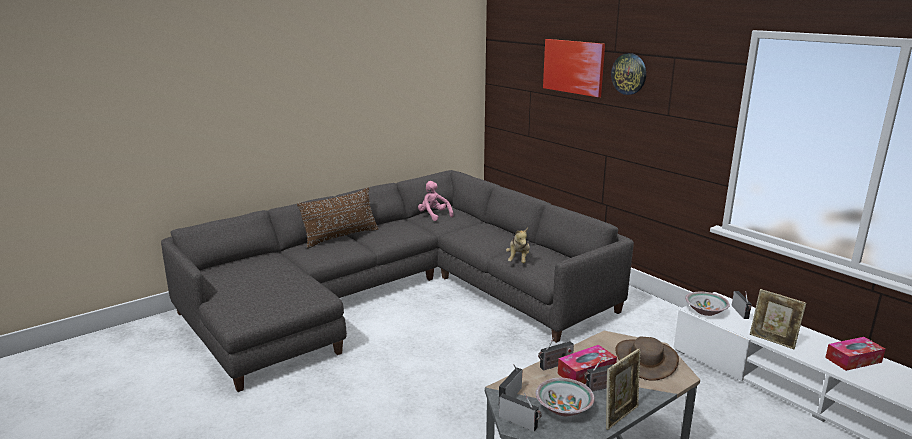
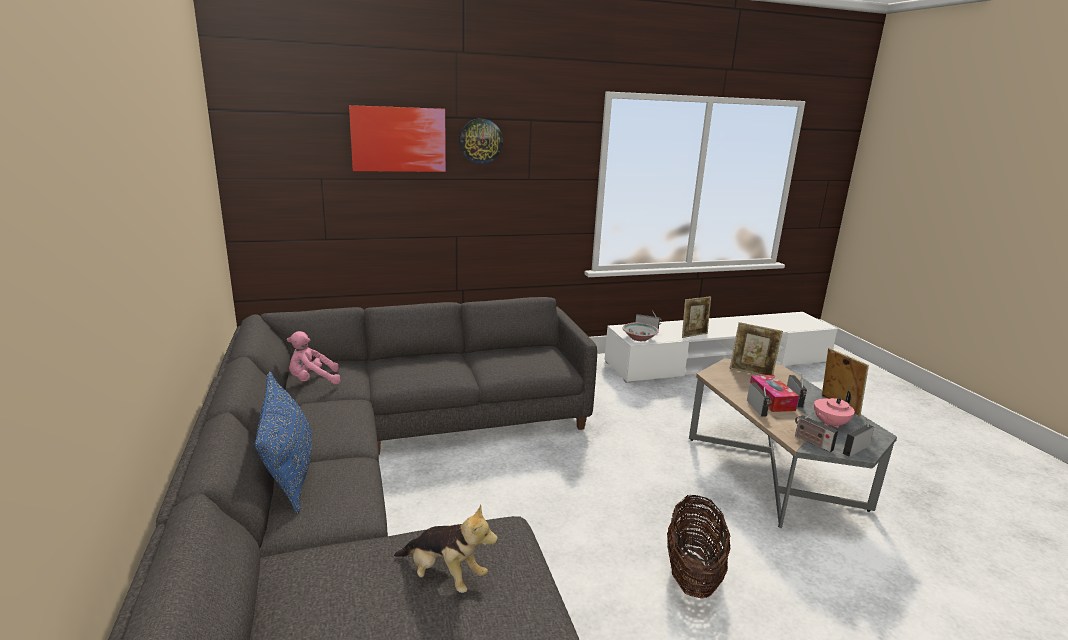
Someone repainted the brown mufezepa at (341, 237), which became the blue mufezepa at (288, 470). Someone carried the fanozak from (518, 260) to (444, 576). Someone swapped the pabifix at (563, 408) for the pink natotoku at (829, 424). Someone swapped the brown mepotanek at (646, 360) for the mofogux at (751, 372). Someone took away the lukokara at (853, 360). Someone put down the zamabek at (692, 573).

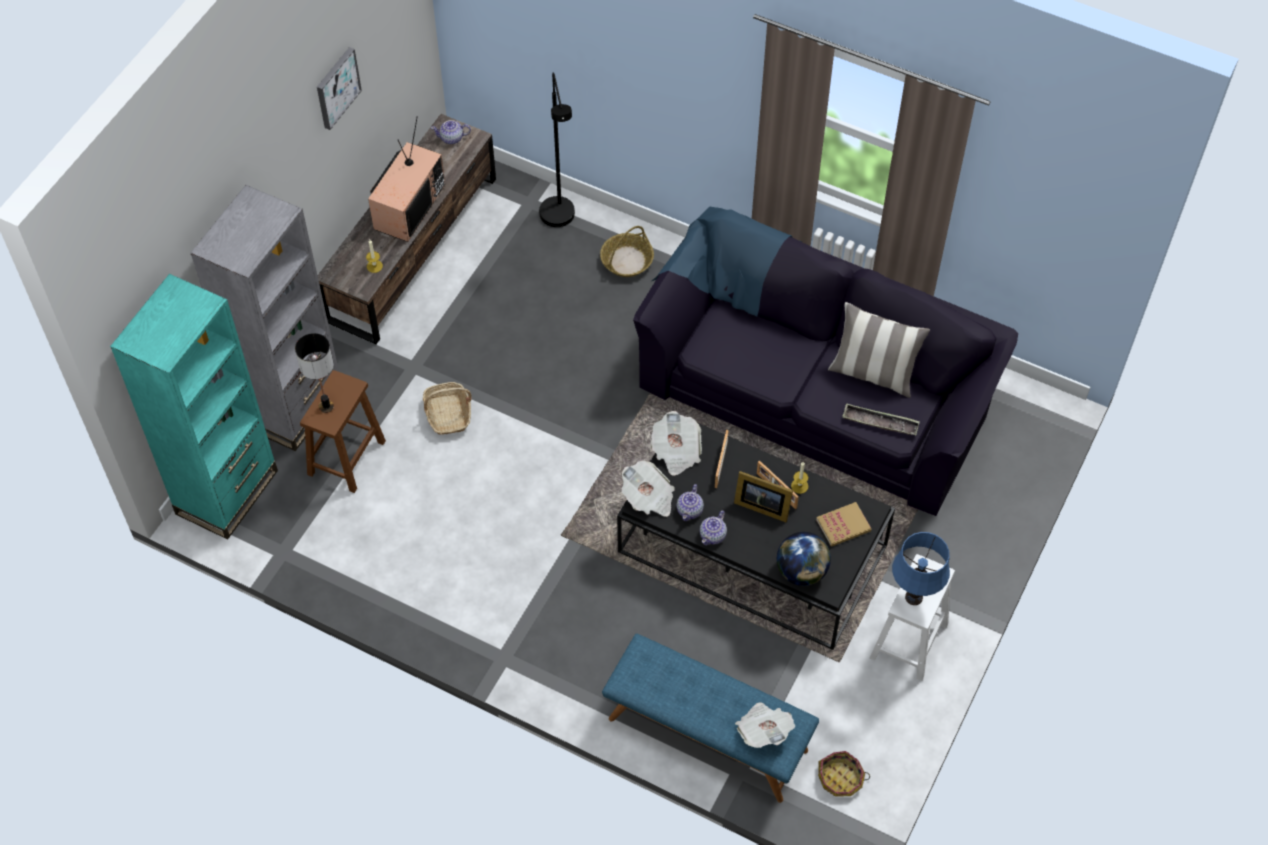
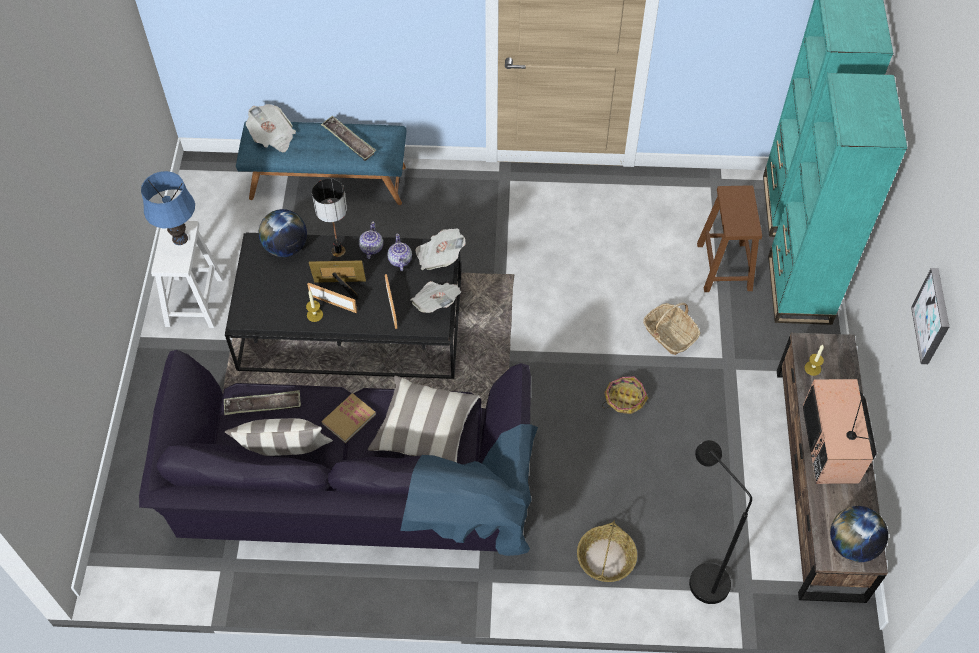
Someone repainted the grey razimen at (294, 406), which became the turquoise razimen at (799, 289). Someone carried the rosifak from (326, 407) to (338, 251). Someone swapped the natotoku at (452, 138) for the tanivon at (852, 545). Someone carried the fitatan from (843, 525) to (349, 419). Someone carried the zamabek from (840, 778) to (624, 399). Someone put down the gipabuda at (348, 141). Someone put down the mufezepa at (425, 430).

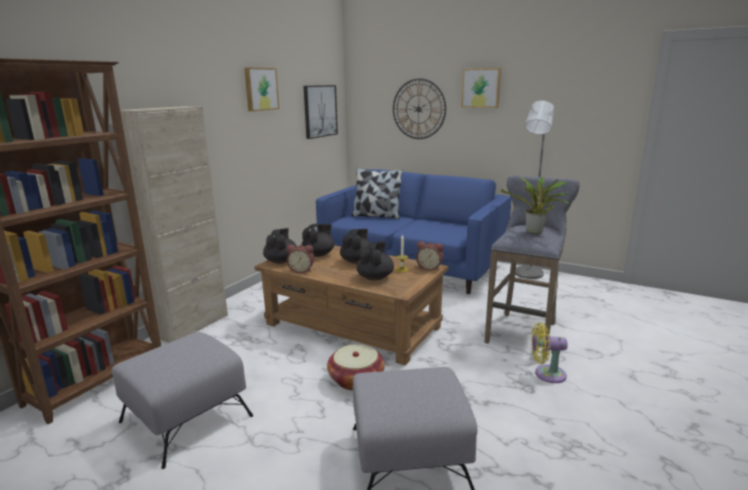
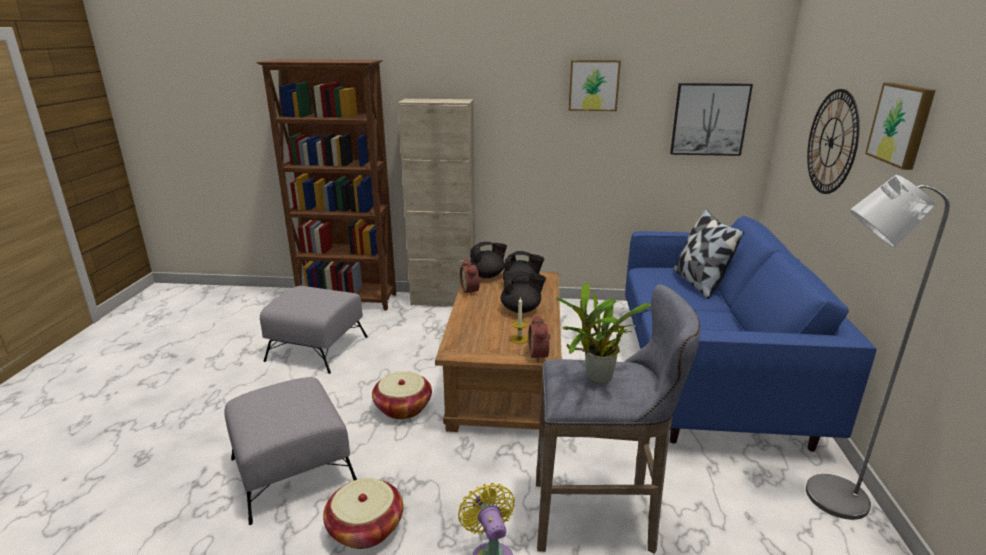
Someone took away the black natotoku at (375, 277). Someone put down the zamabek at (365, 528).

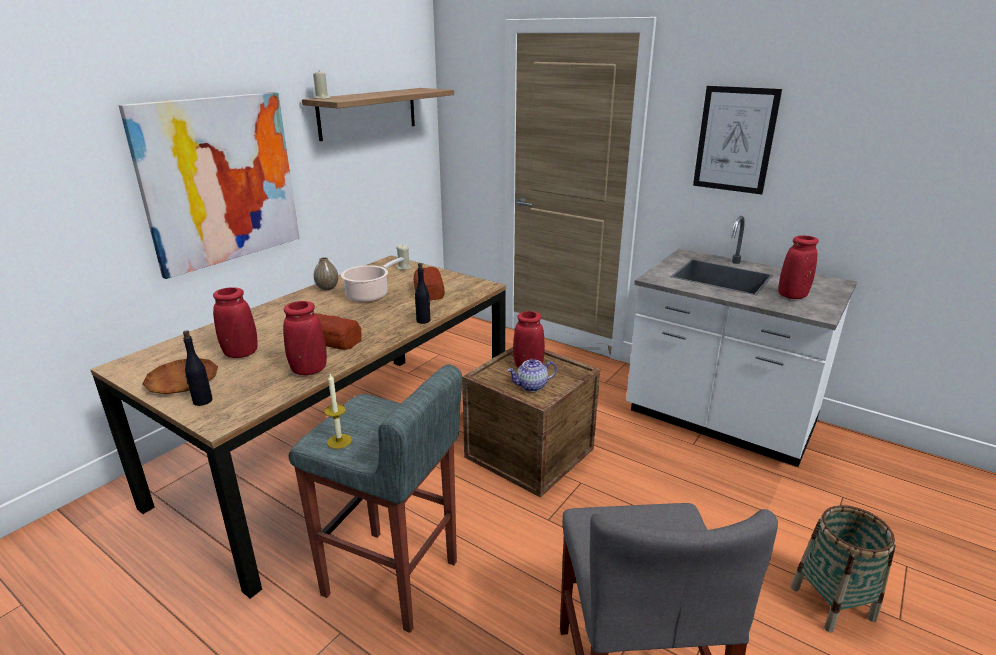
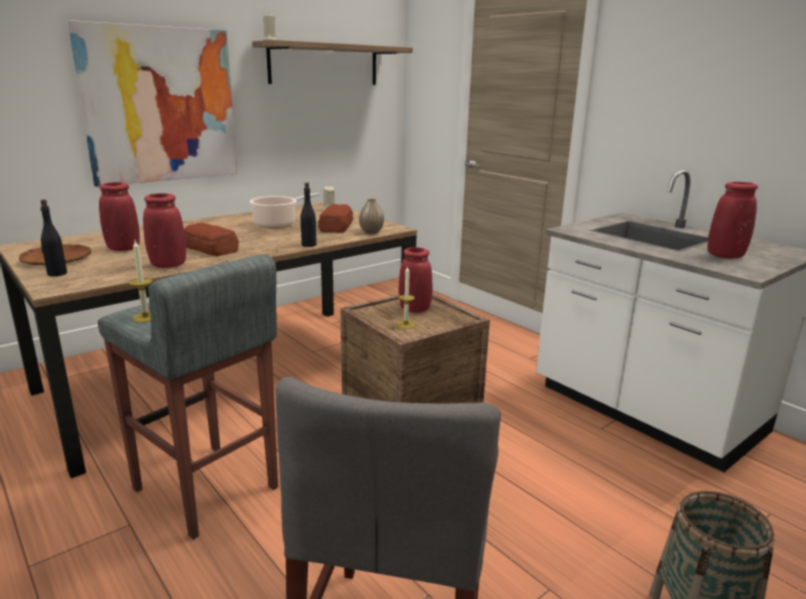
Someone carried the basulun from (327, 288) to (371, 232). Someone swapped the natotoku at (531, 386) for the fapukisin at (406, 324). Someone took away the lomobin at (735, 140).

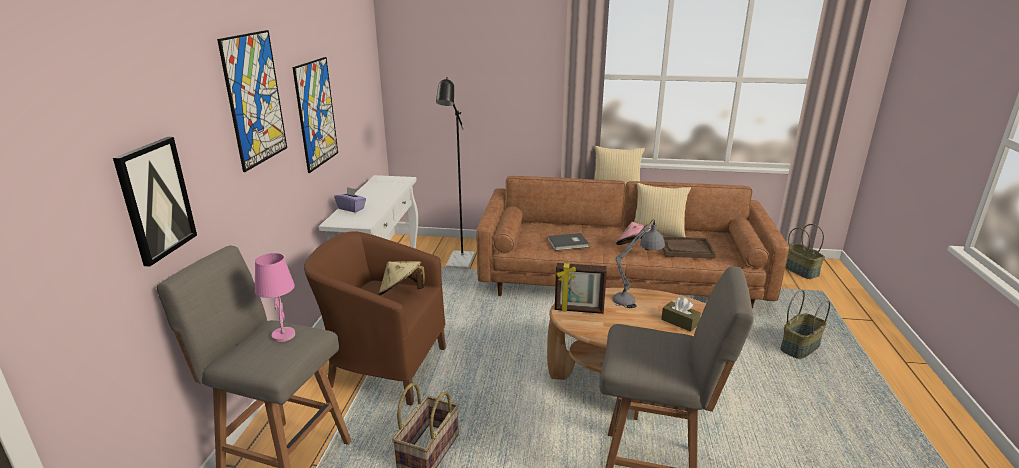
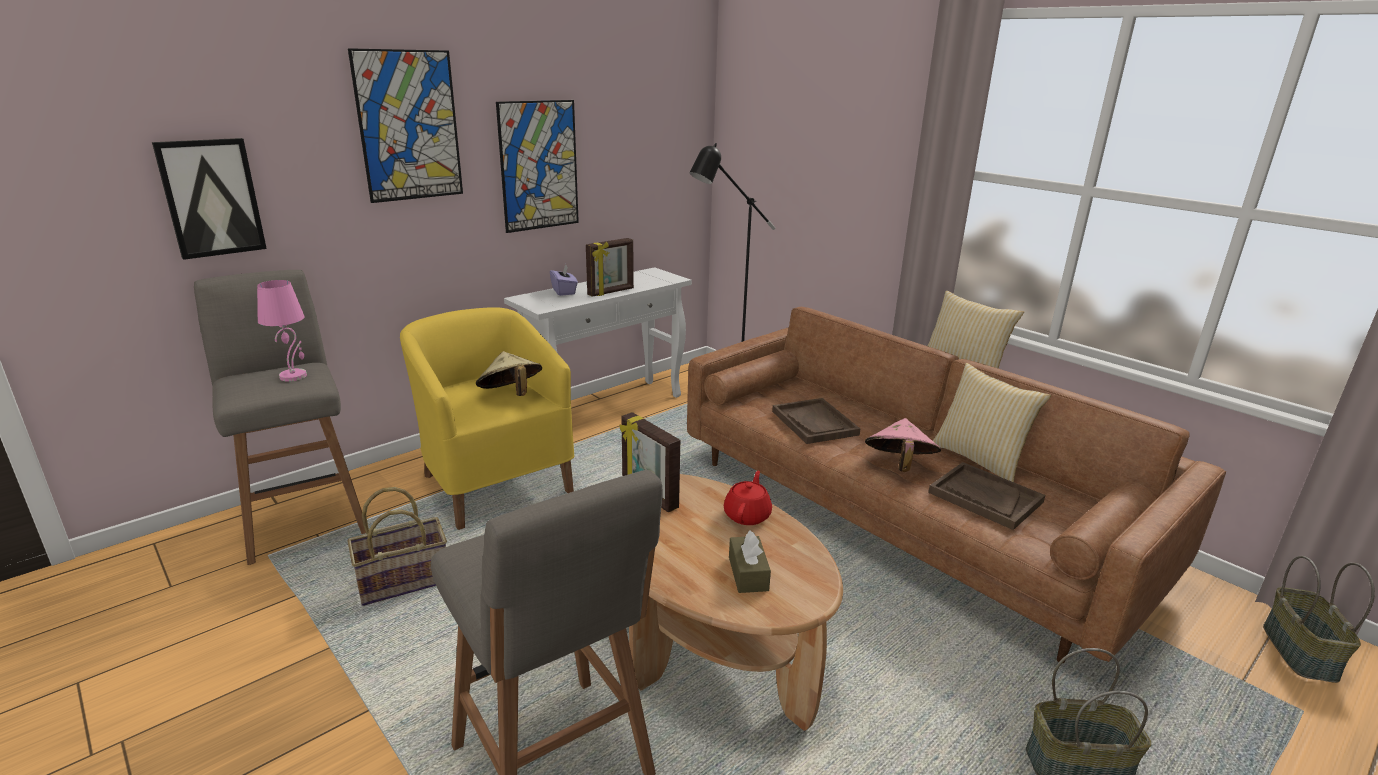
Someone repainted the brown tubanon at (384, 367), which became the yellow tubanon at (494, 482). Someone swapped the grey fitatan at (569, 243) for the brown gipabuda at (814, 423). Someone swapped the grey rosifak at (635, 298) for the red natotoku at (747, 515). Someone put down the mofogux at (611, 292).

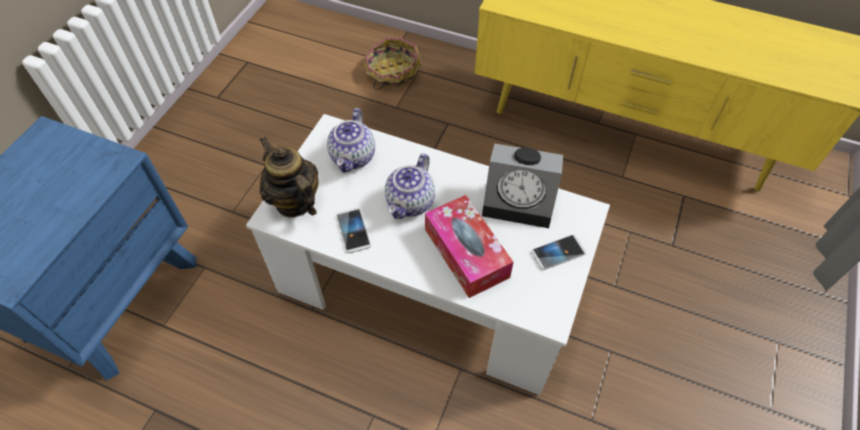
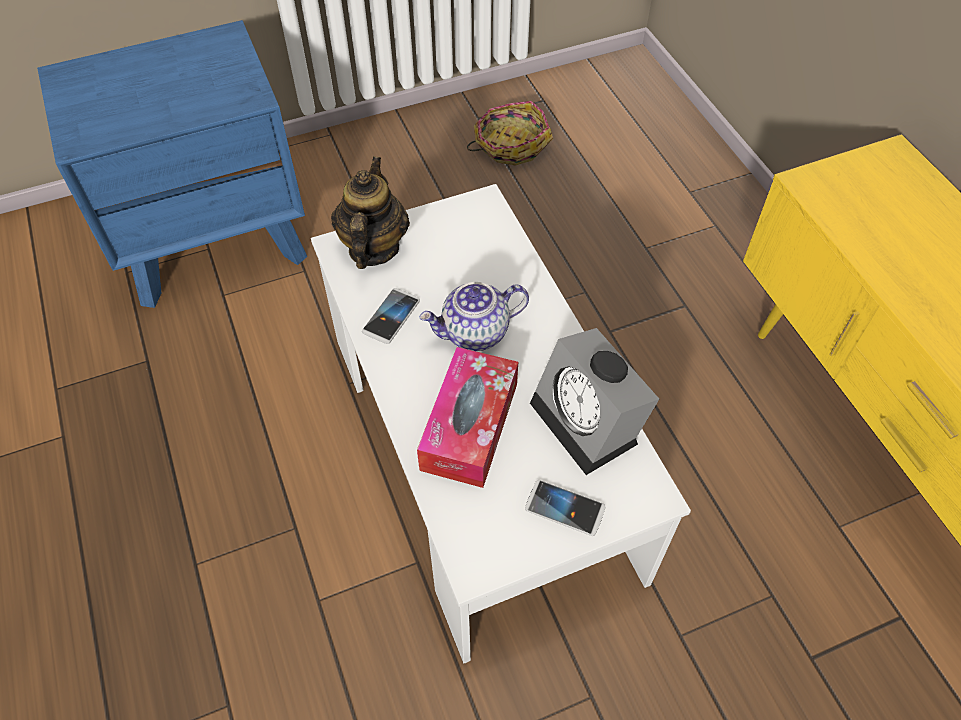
Someone took away the natotoku at (353, 157). Someone carried the zamabek from (392, 72) to (510, 145).

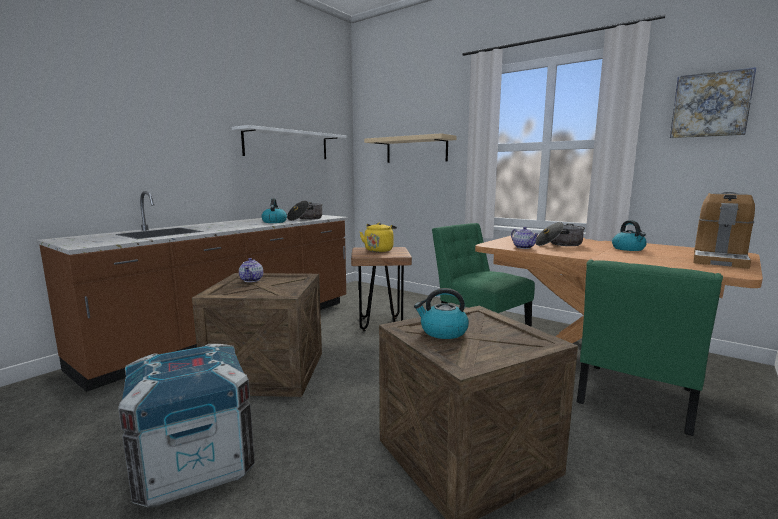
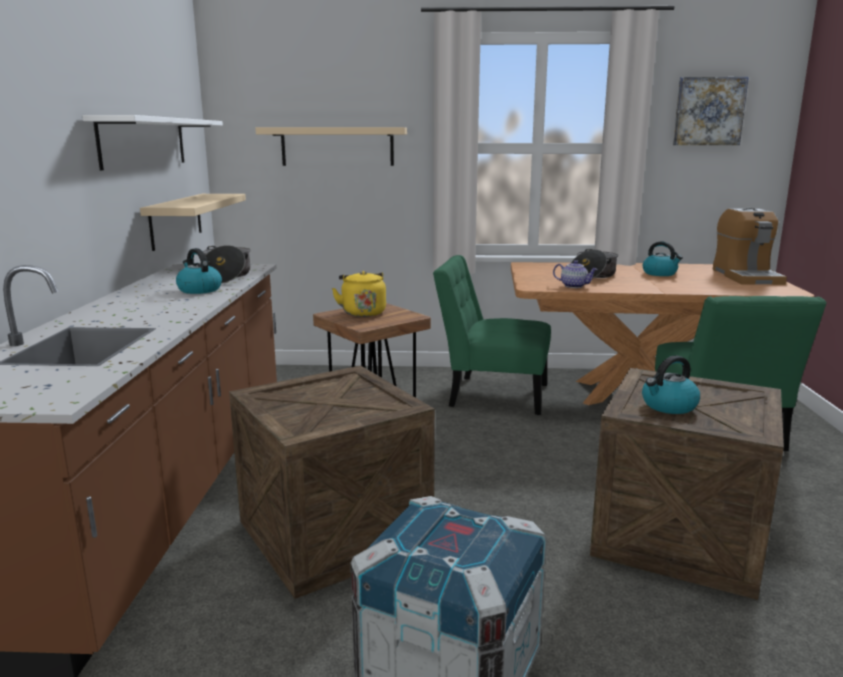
Someone took away the natotoku at (252, 280). Someone put up the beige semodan at (176, 220).

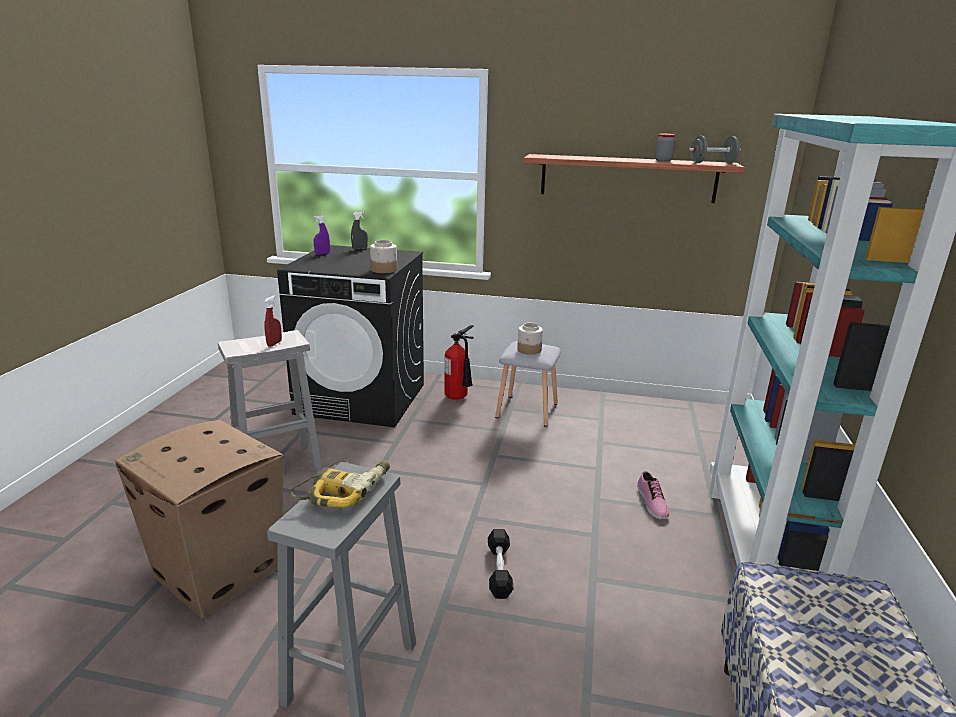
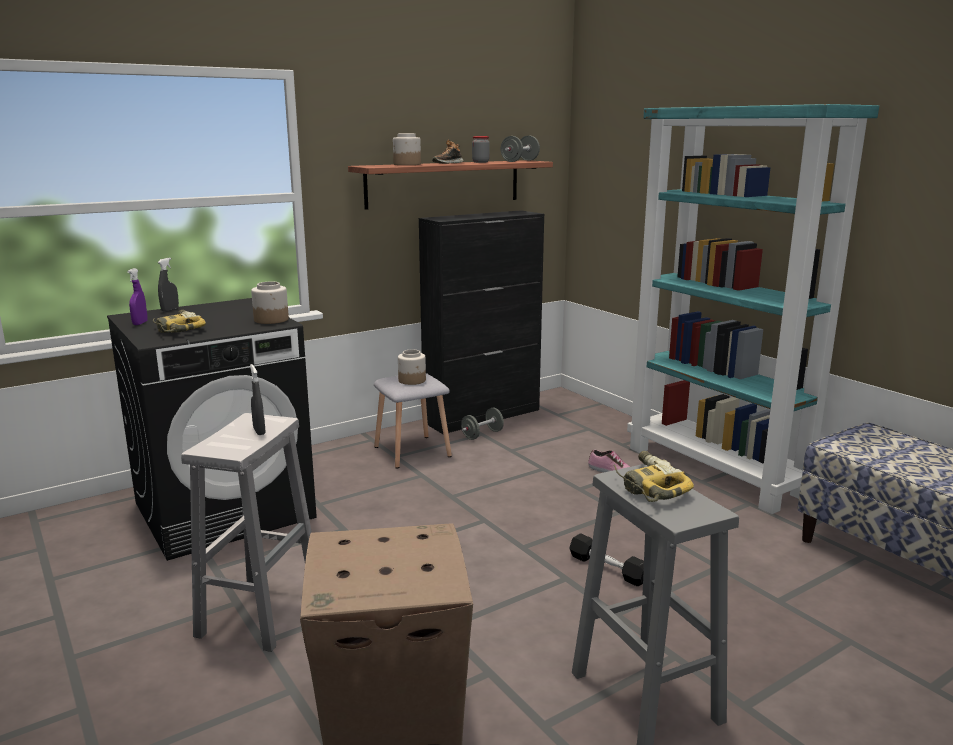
Someone repainted the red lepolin at (274, 343), which became the grey lepolin at (259, 431). Someone took away the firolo at (459, 398). Someone put down the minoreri at (176, 329). Someone put down the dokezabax at (407, 164). Someone put down the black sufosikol at (483, 416). Someone put down the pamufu at (447, 163). Someone put down the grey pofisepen at (482, 434).

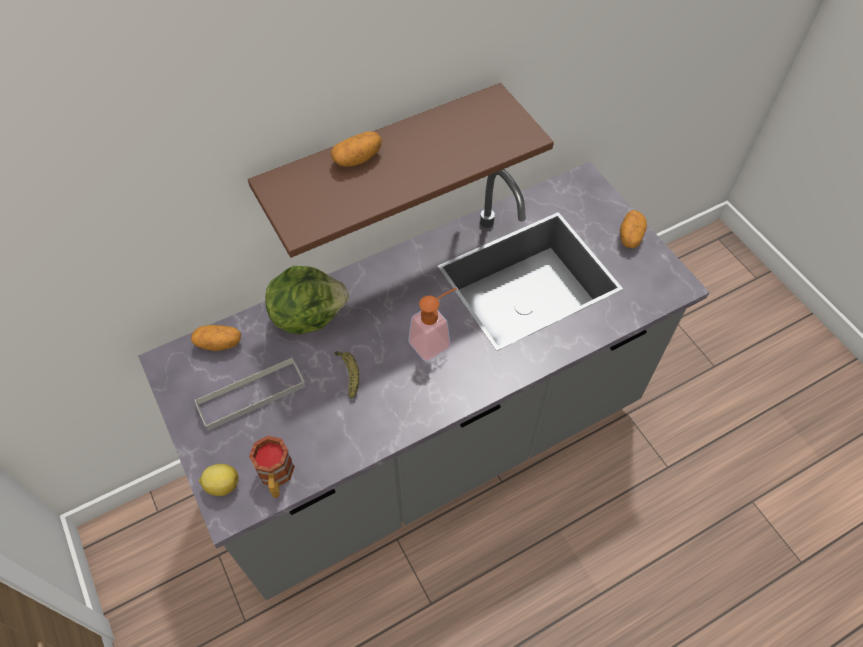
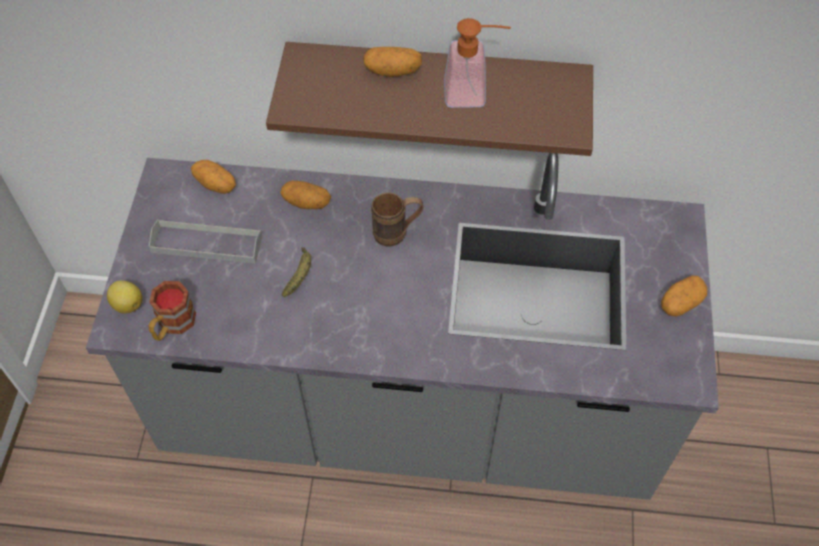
Someone swapped the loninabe at (308, 315) for the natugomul at (307, 202). Someone carried the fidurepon from (435, 341) to (473, 94). Someone put down the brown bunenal at (397, 233).

